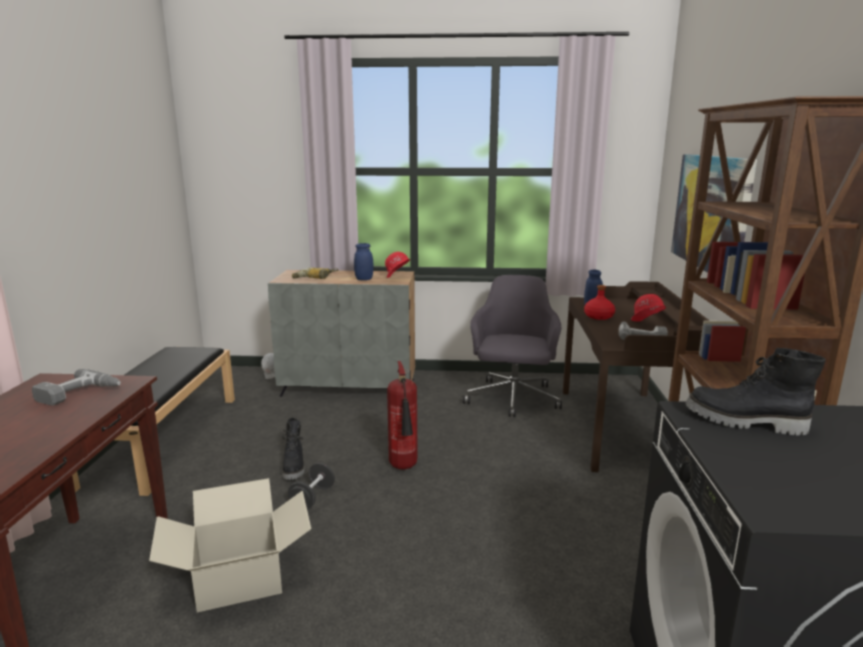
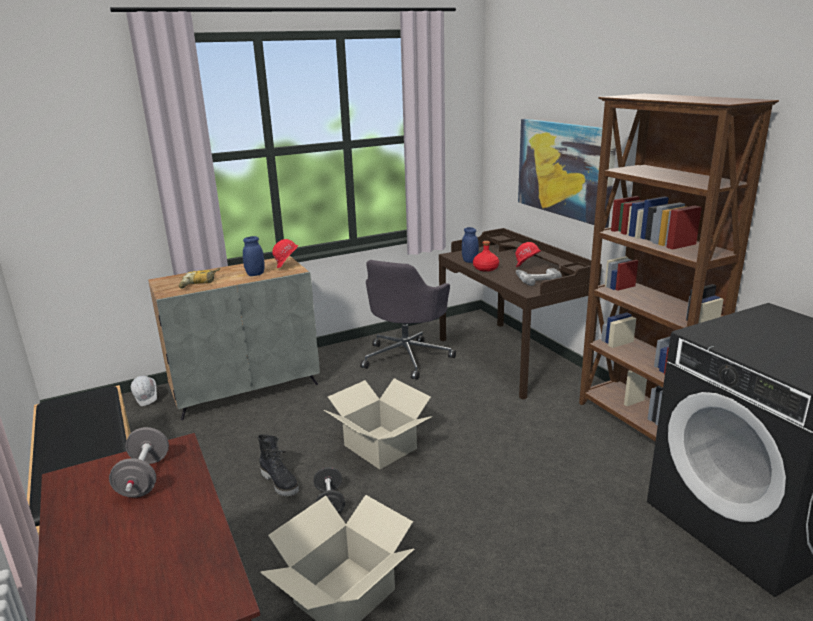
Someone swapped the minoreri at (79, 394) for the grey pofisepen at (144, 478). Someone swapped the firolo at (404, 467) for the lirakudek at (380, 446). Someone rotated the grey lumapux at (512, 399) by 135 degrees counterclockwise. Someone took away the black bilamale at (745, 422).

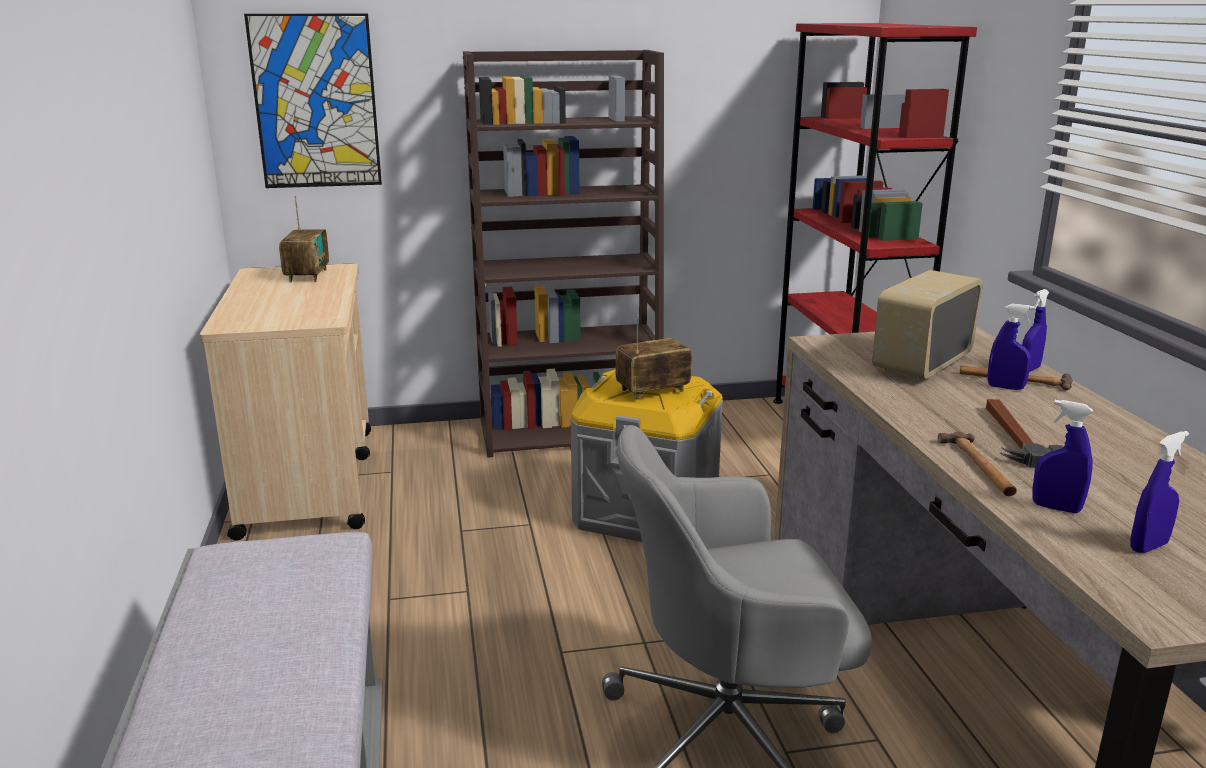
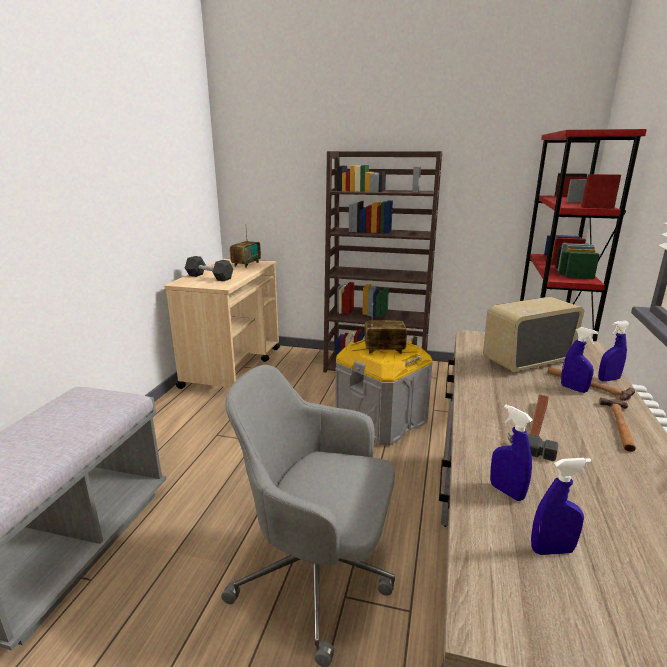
Someone took away the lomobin at (315, 102). Someone carried the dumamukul from (979, 466) to (619, 426). Someone put down the black pofisepen at (209, 277).

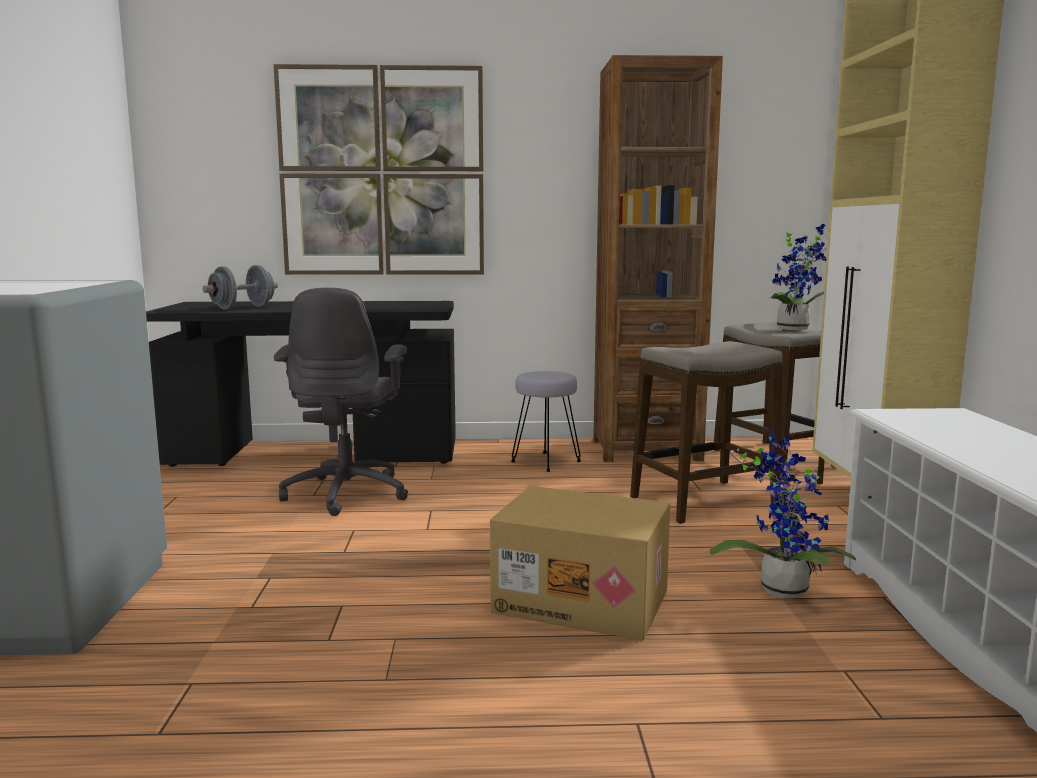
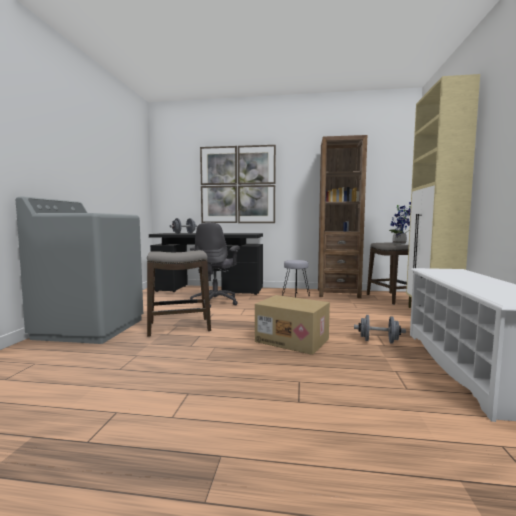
Someone carried the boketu from (703, 502) to (179, 327). Someone swapped the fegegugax at (781, 587) for the grey pofisepen at (378, 341).

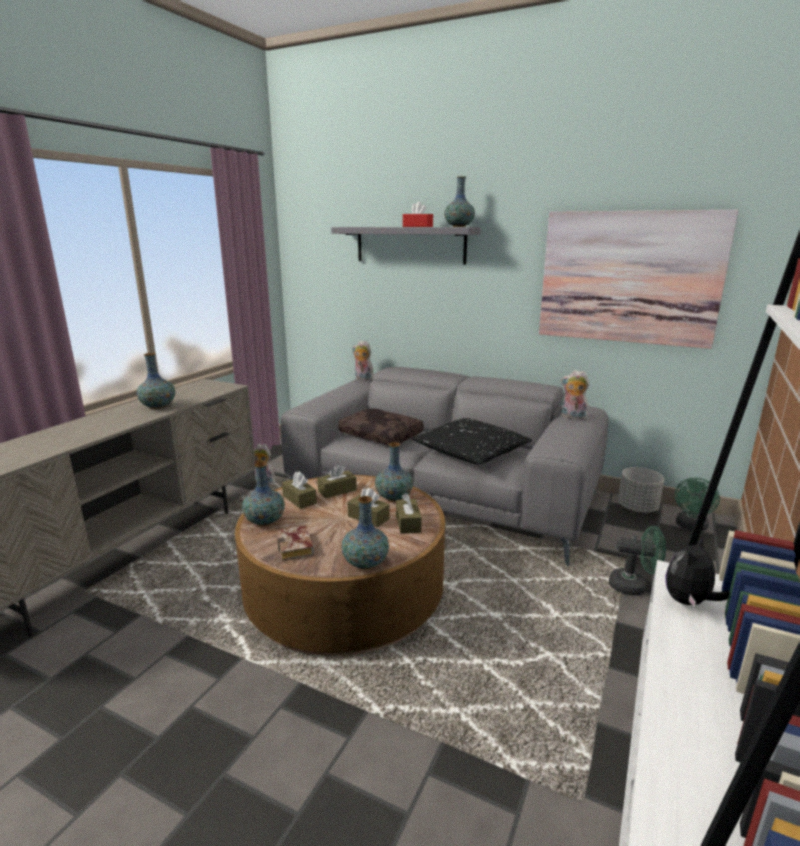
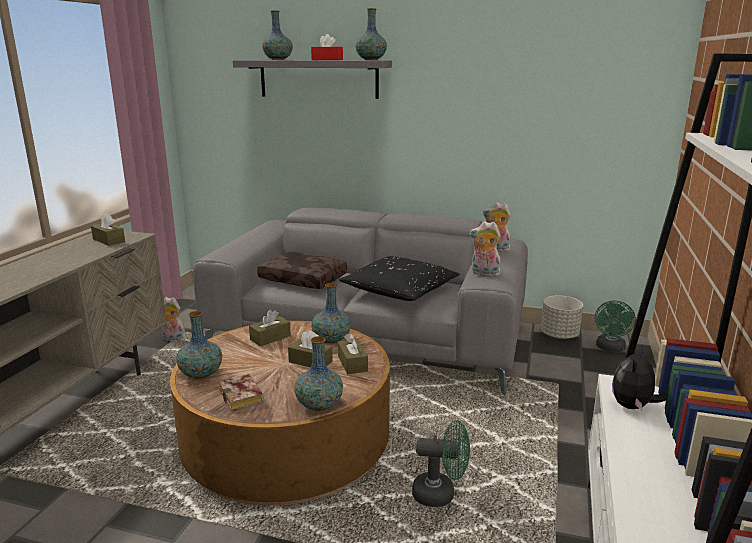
Someone carried the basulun from (158, 406) to (278, 59). Someone carried the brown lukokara from (299, 499) to (109, 240). Someone carried the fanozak from (363, 379) to (484, 274). Someone took away the lomobin at (629, 277). Someone carried the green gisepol from (634, 586) to (440, 494).

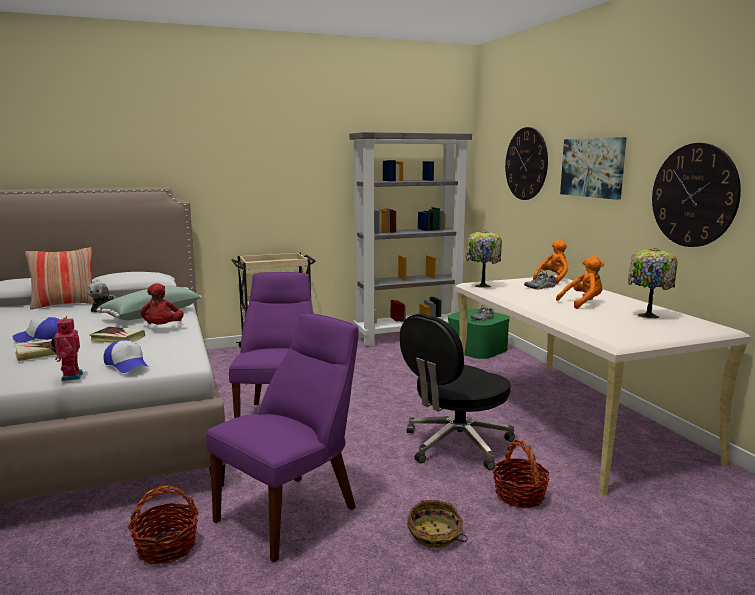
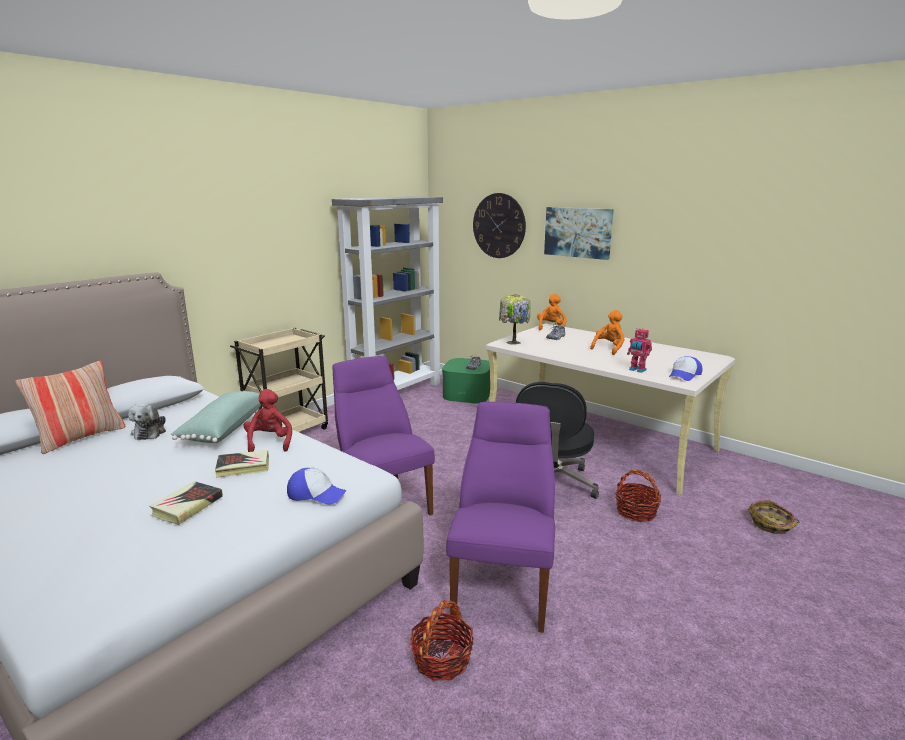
Someone carried the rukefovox from (41, 338) to (684, 375). Someone carried the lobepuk from (70, 377) to (637, 370). Someone rotated the red fanozak at (162, 328) by 150 degrees counterclockwise. Someone carried the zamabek from (435, 534) to (771, 524). Someone took away the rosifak at (646, 316). Someone took away the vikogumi at (694, 195).

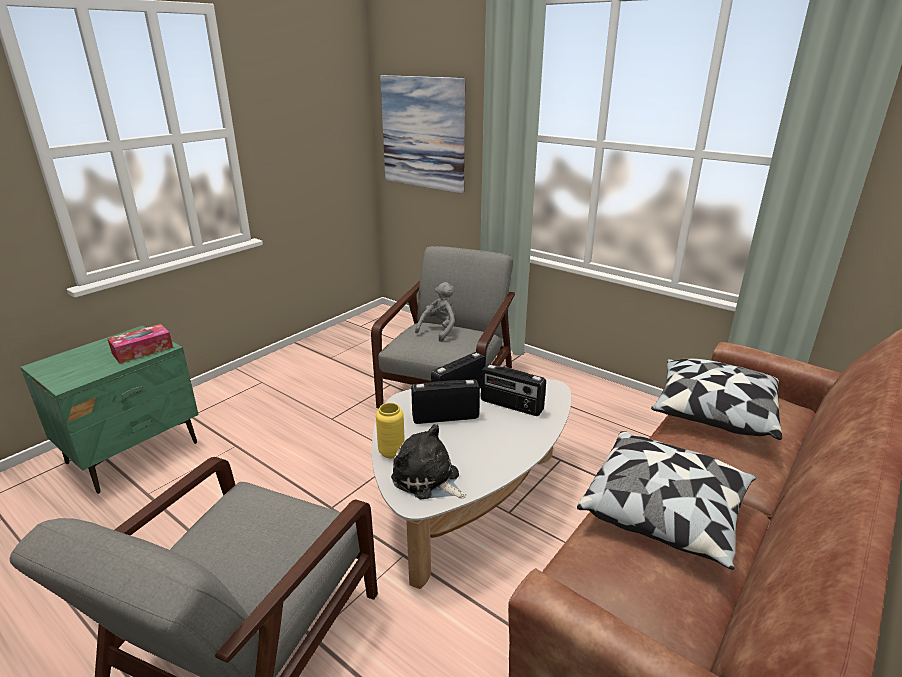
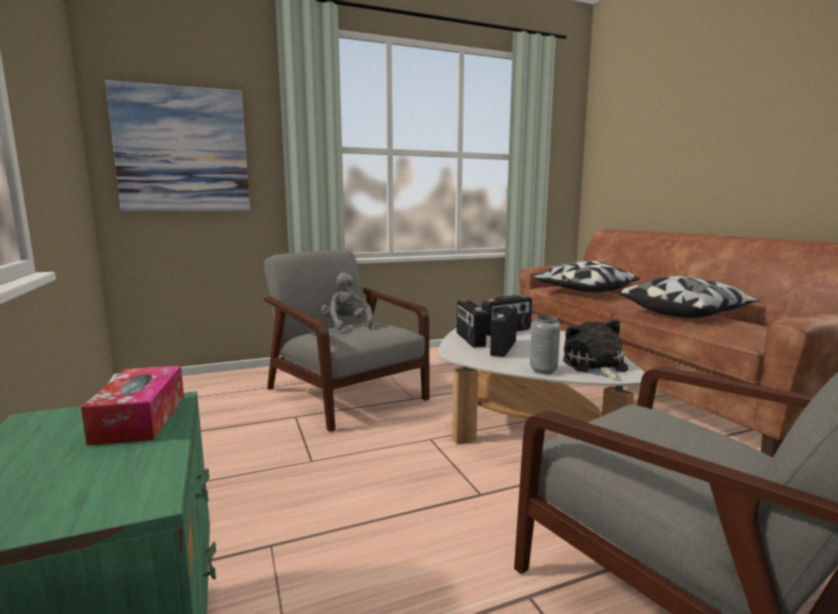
Someone repainted the yellow basulun at (391, 452), which became the grey basulun at (543, 370). Someone rotated the fanozak at (428, 480) by 105 degrees clockwise.

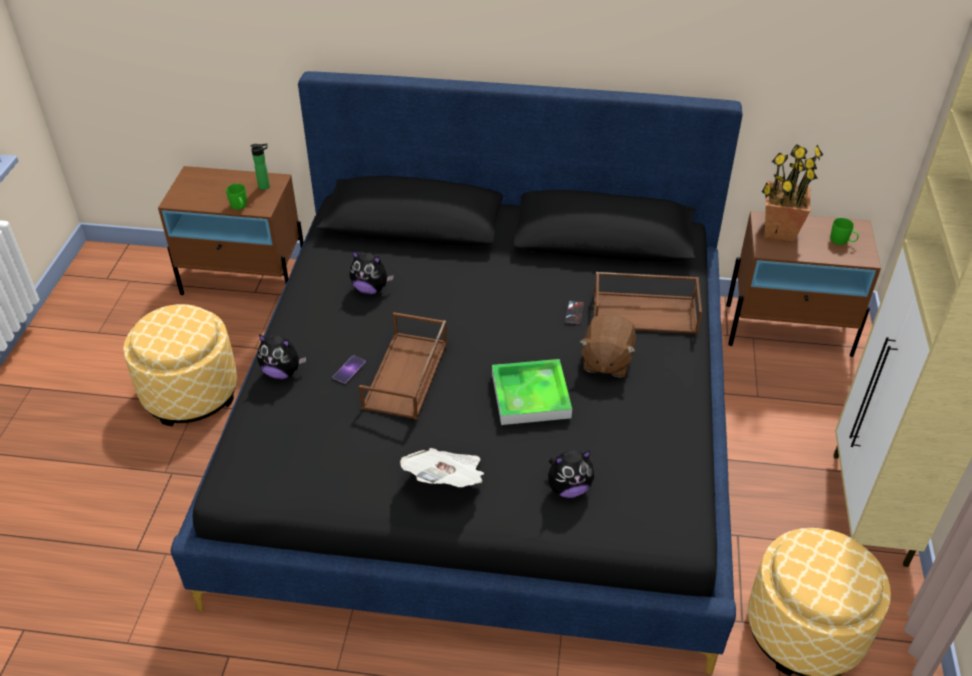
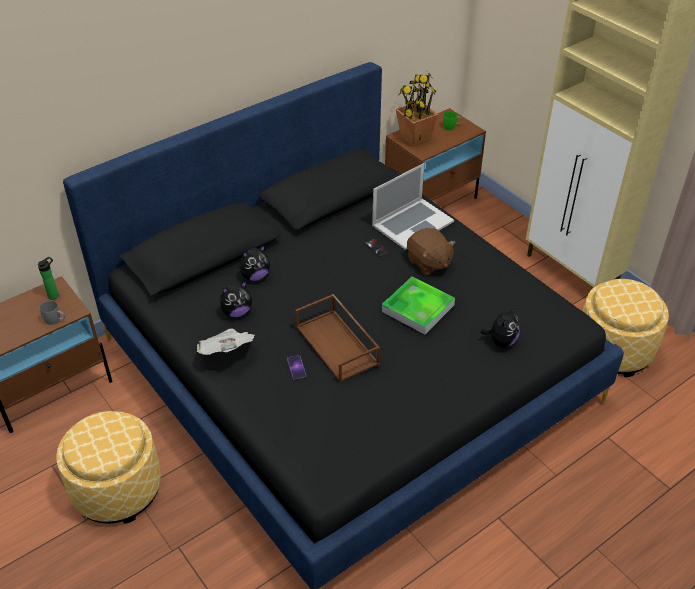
Someone repainted the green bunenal at (240, 207), which became the grey bunenal at (55, 320). Someone carried the fanozak from (282, 372) to (255, 276). Someone carried the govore from (446, 481) to (226, 352). Someone swapped the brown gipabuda at (646, 312) for the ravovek at (412, 223).

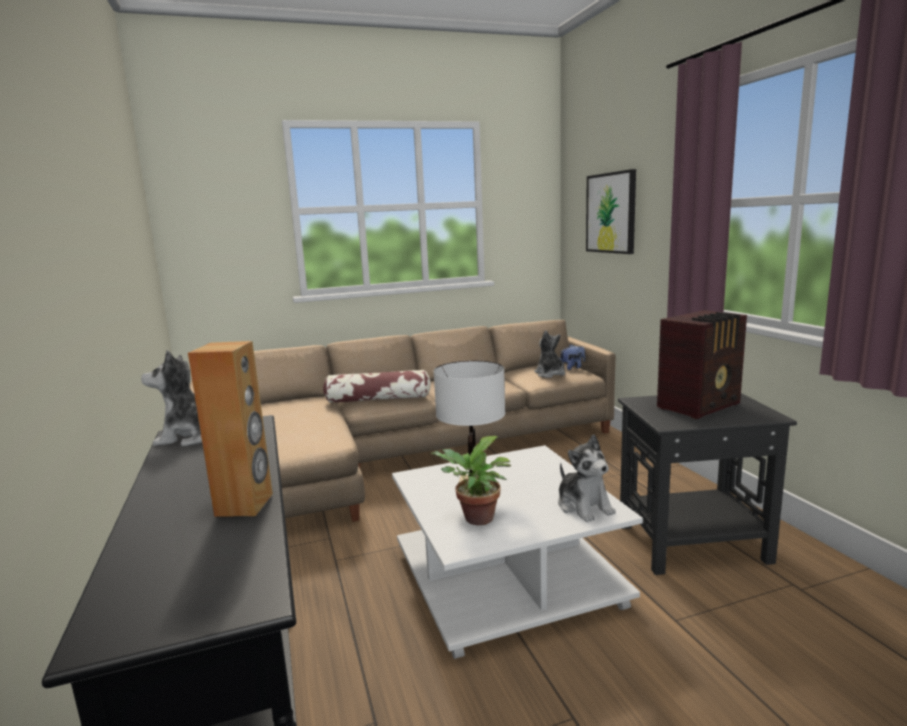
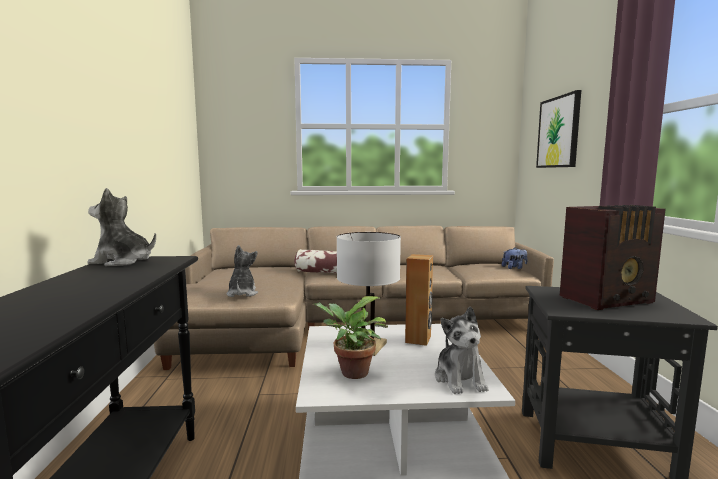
Someone carried the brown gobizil from (245, 505) to (418, 339). Someone carried the fanozak from (550, 374) to (242, 293).

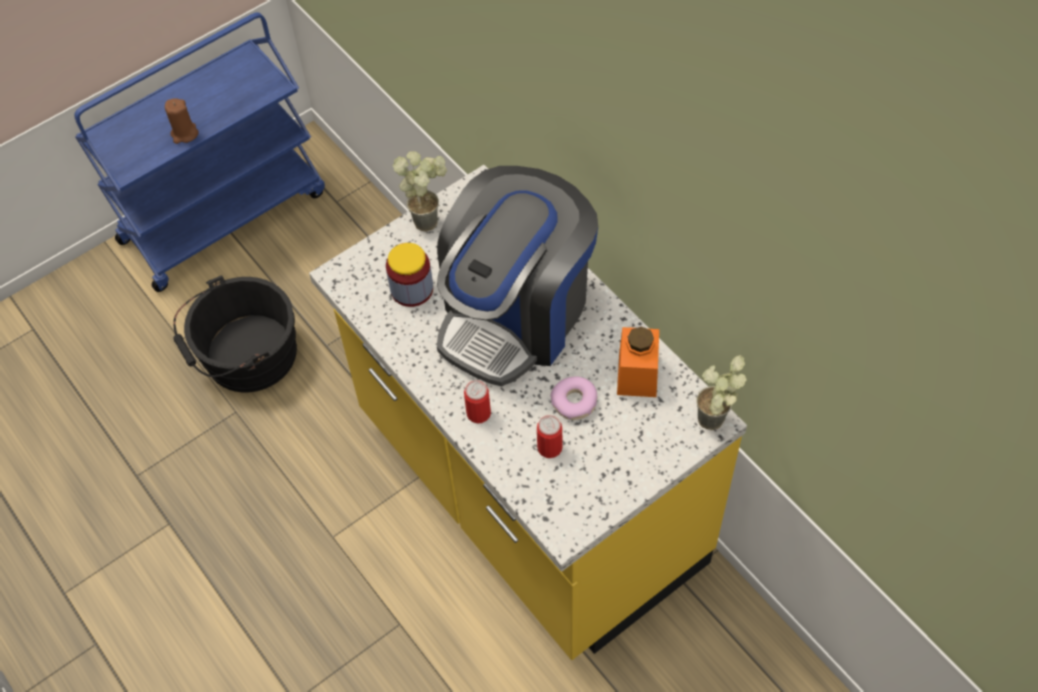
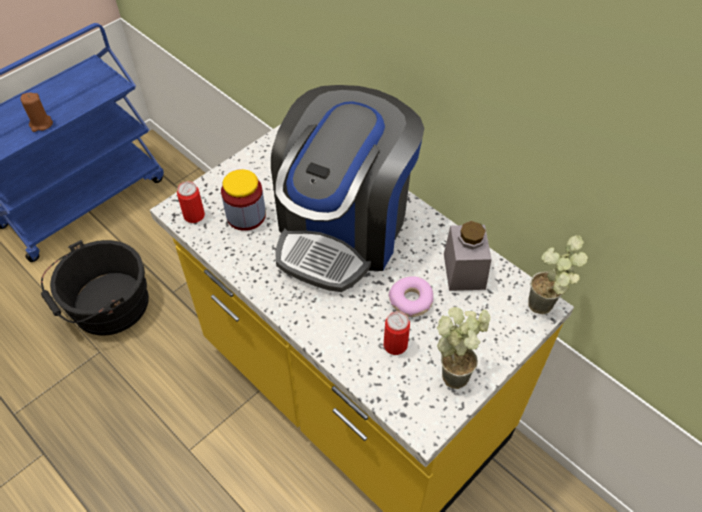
Someone carried the fegegugax from (429, 217) to (456, 370). Someone carried the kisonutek from (478, 413) to (194, 215). Someone repainted the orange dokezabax at (637, 374), which became the grey dokezabax at (464, 271).

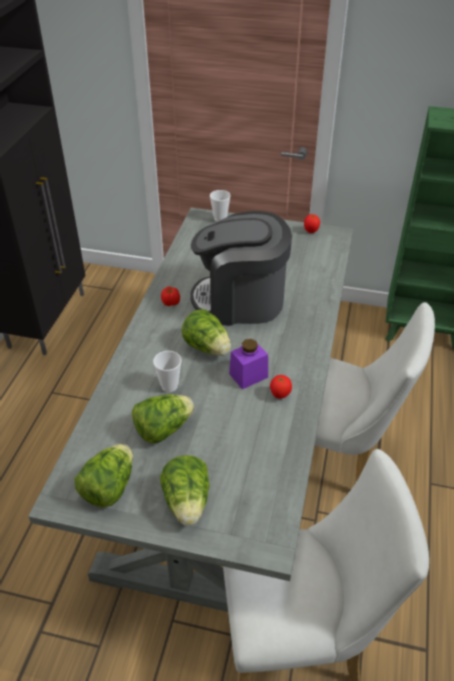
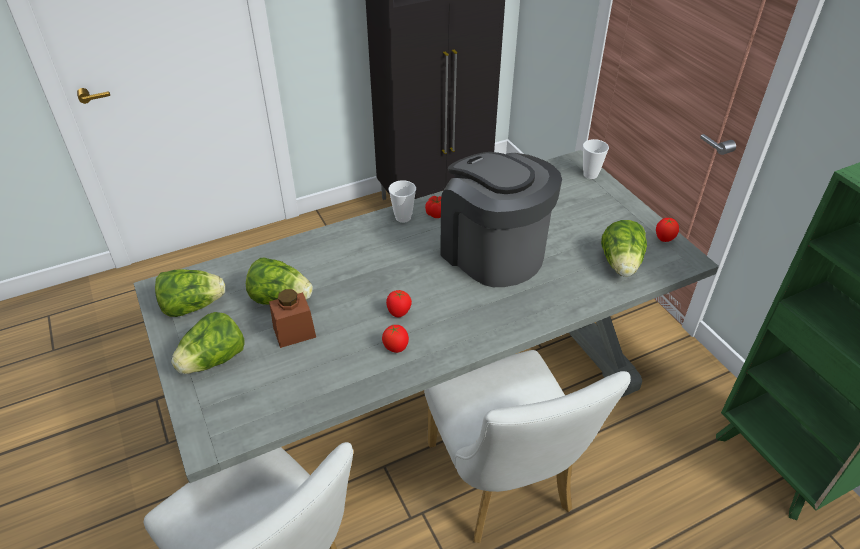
Someone carried the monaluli from (169, 386) to (403, 217). Someone carried the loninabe from (207, 347) to (621, 264). Someone swapped the purple dokezabax at (248, 375) for the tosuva at (399, 313). Someone put down the brown dokezabax at (294, 332).

